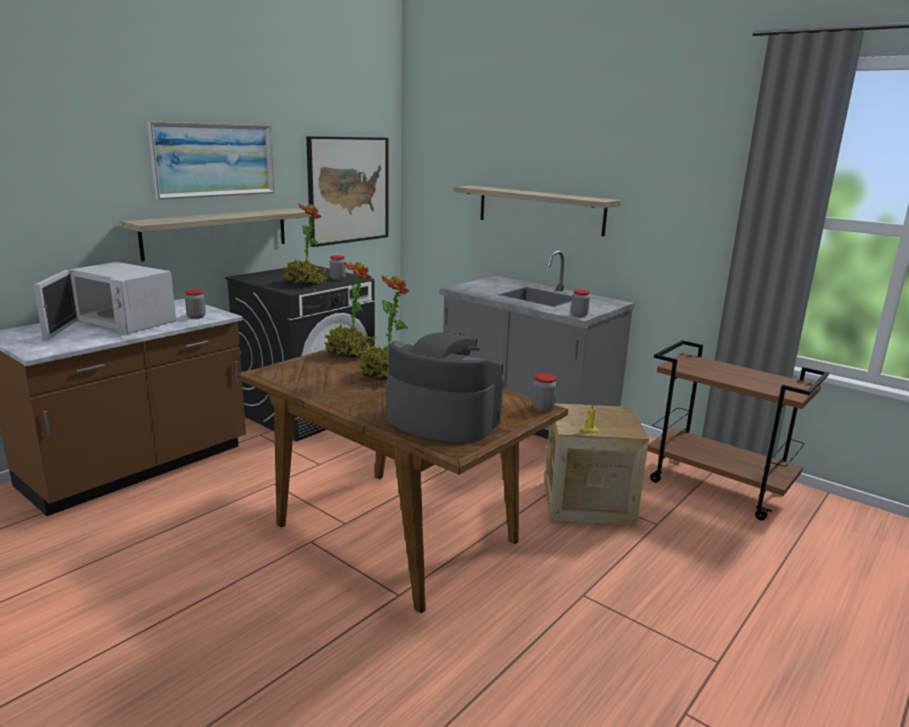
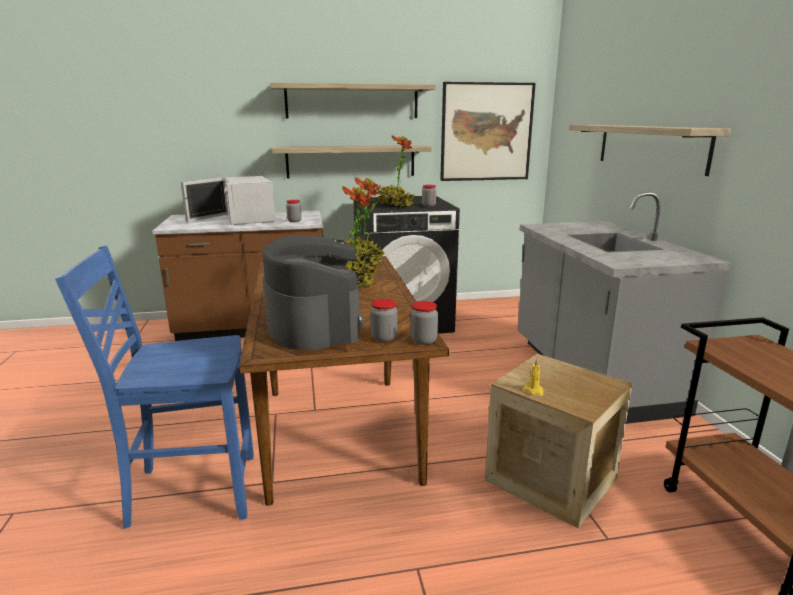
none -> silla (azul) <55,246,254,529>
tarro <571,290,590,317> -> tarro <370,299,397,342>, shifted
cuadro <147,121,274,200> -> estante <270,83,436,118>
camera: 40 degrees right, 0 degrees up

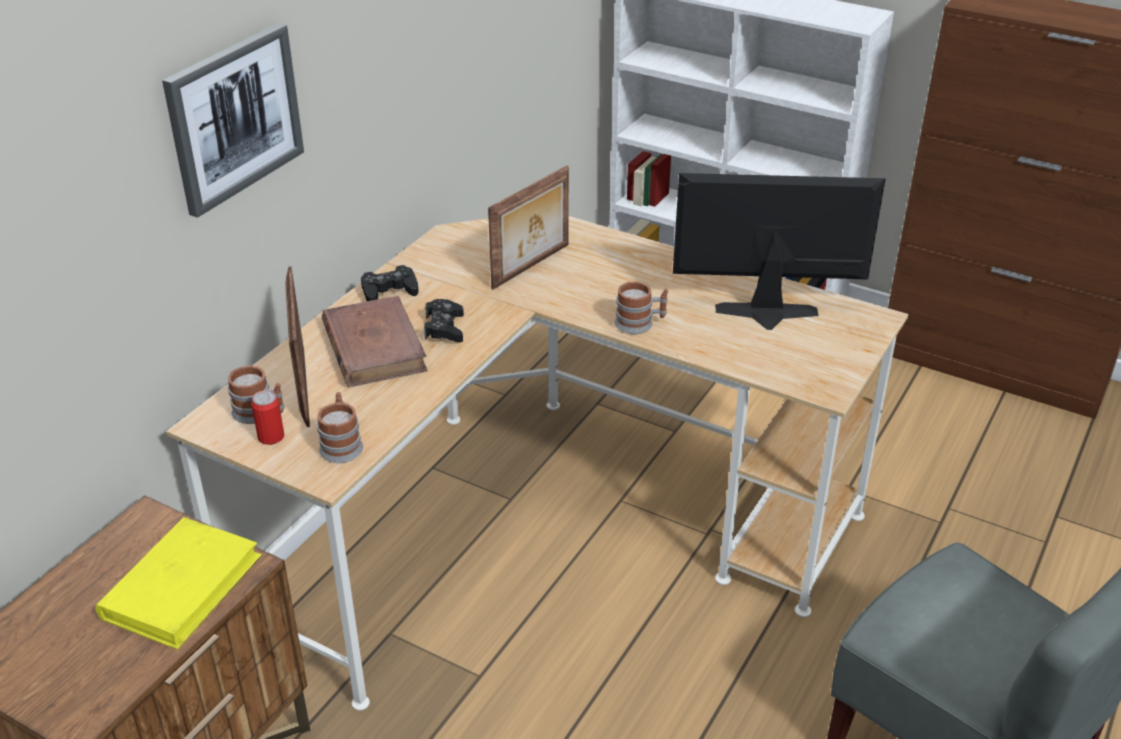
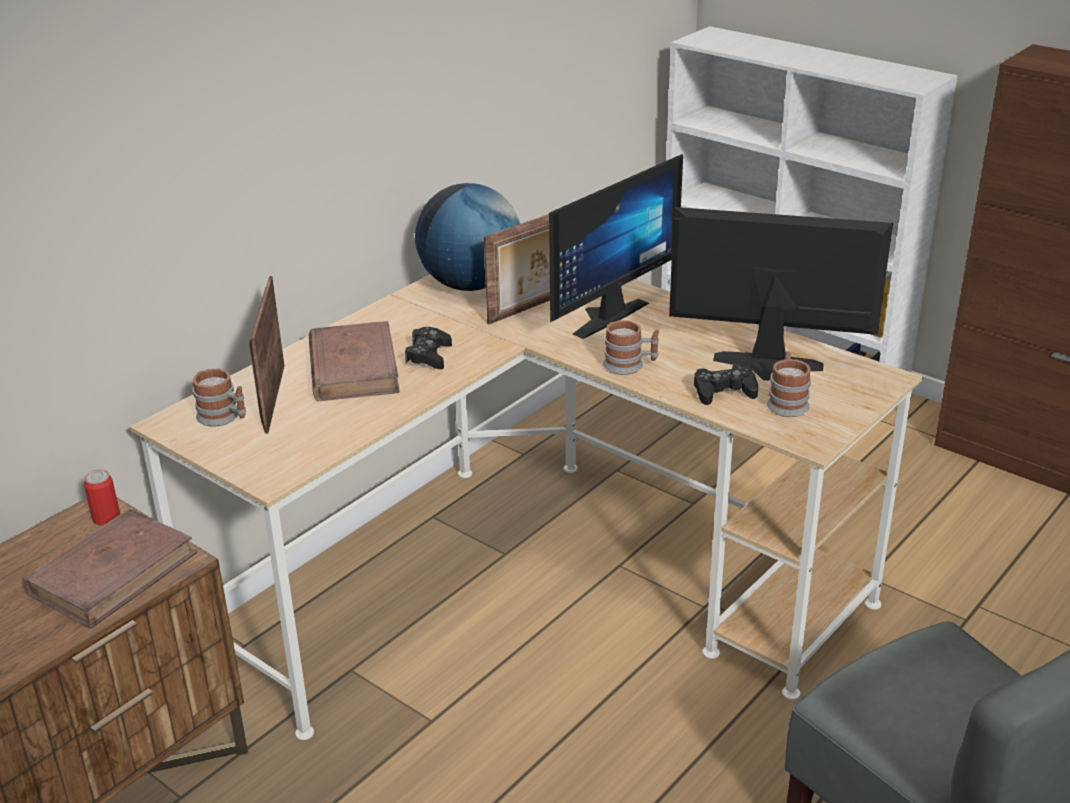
cuadro <162,23,304,218> -> none
none -> globo terráqueo <415,183,520,291>
none -> monitor <549,154,683,339>
lata <251,390,284,445> -> lata <84,469,120,526>, shifted
taza grande <317,392,363,463> -> taza grande <767,351,811,417>, shifted
mando de consola (negro) <361,265,418,301> -> mando de consola (negro) <694,364,758,405>, shifted
libro (amarillo) <95,517,262,650> -> libro (marrón) <22,508,198,629>
camera: 10 degrees right, 5 degrees down

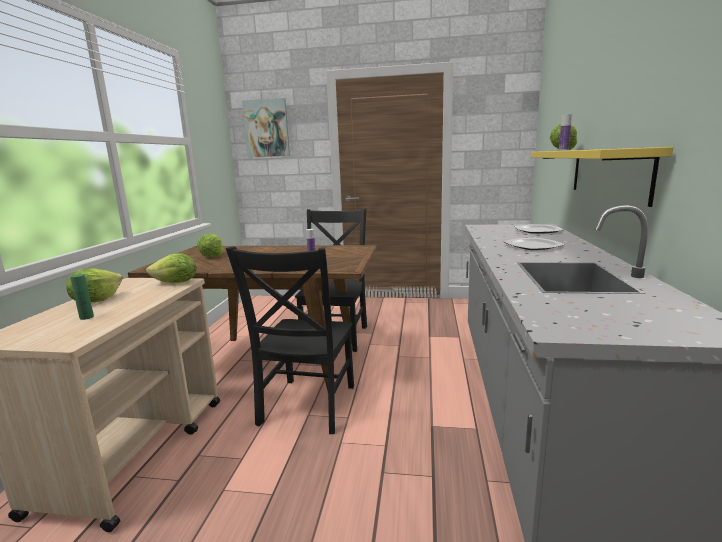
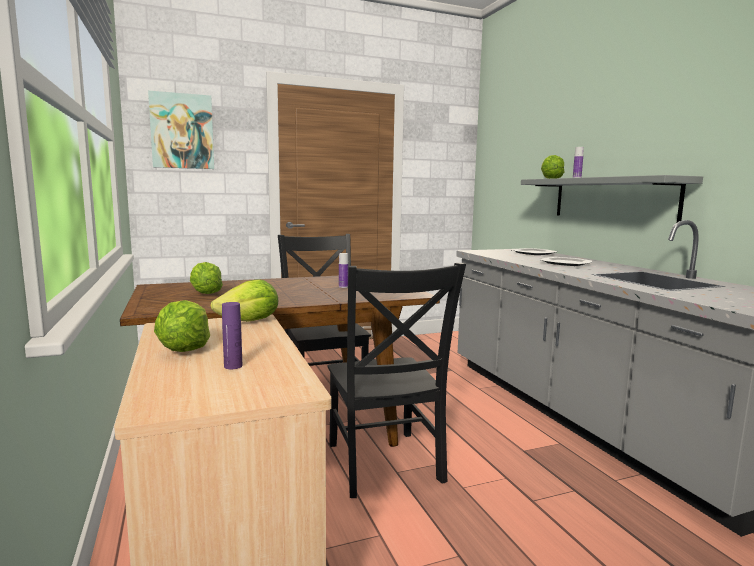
botella (verde) <70,274,94,320> -> botella (morado) <222,302,242,369>
estante (amarillo) <531,147,673,207> -> estante (gris) <521,175,703,222>
camera: 30 degrees left, 5 degrees down

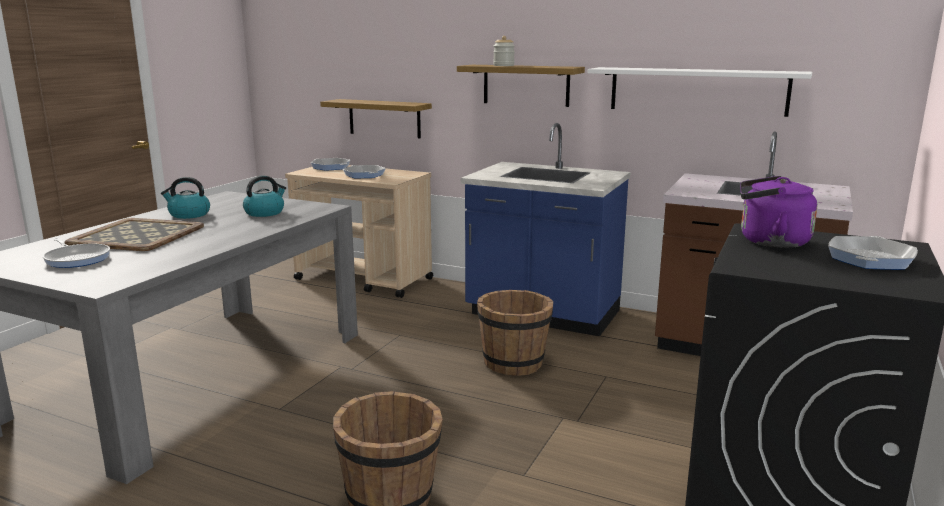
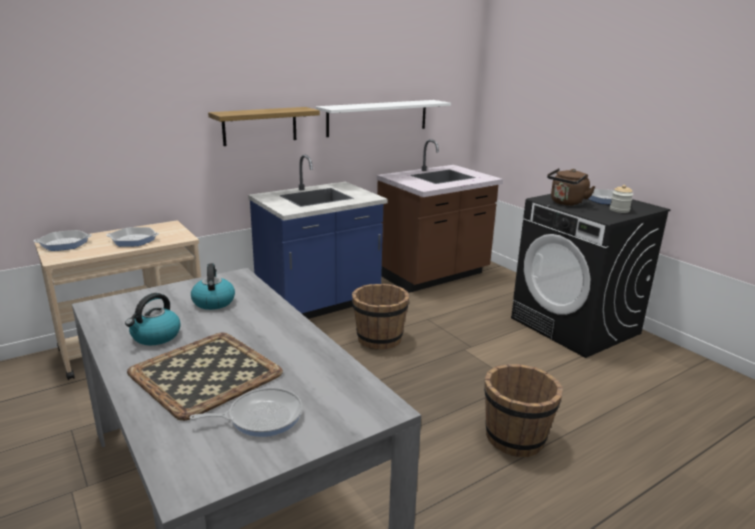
estante <320,99,432,138> -> none
tarro <493,36,515,66> -> tarro <610,185,633,213>, shifted
hervidor (morado) <740,176,817,248> -> hervidor (marrón) <547,168,596,206>
camera: 60 degrees left, 5 degrees up

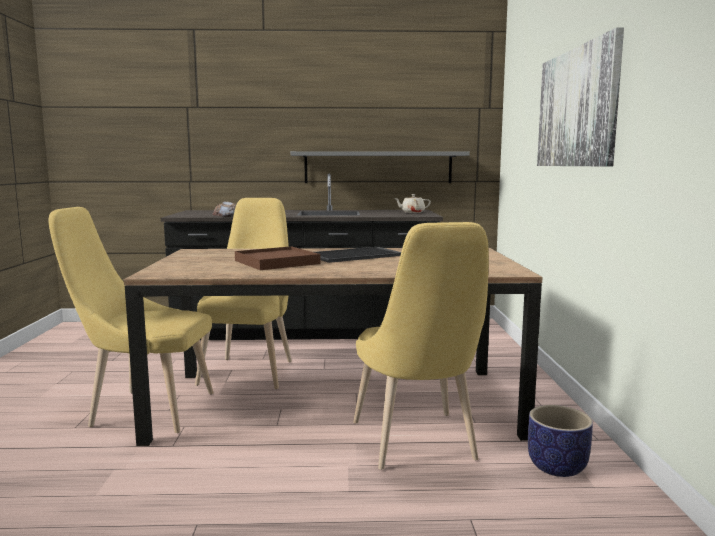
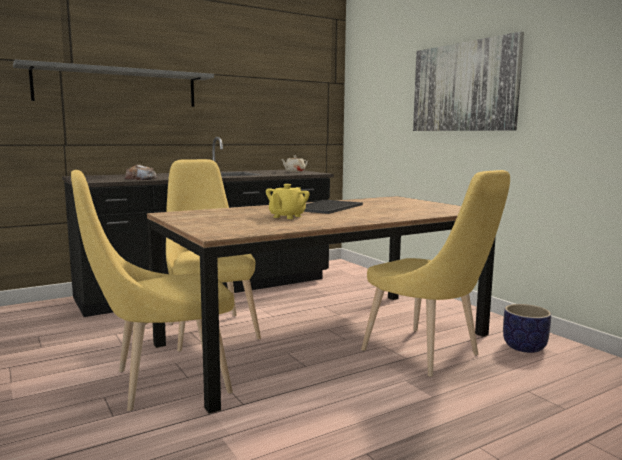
estante (gris) <290,151,470,183> -> estante (gris) <13,59,214,107>, shifted
bandeja (marrón) <235,246,320,270> -> tetera (amarillo) <266,184,310,219>
camera: 30 degrees left, 0 degrees up

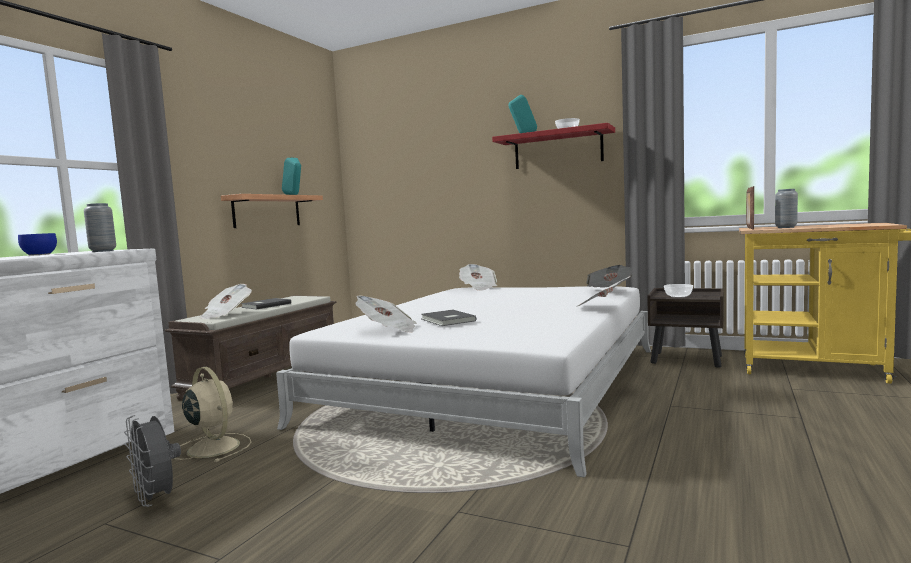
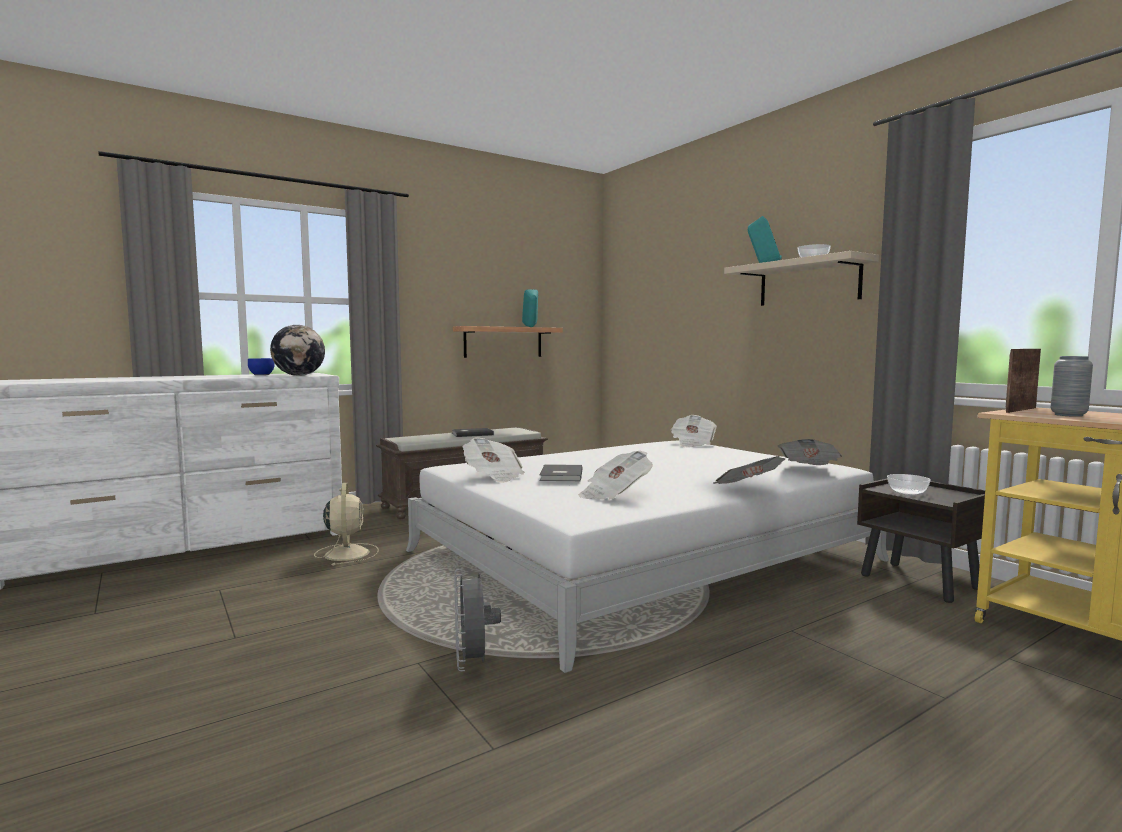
ventilador (gris) <124,415,181,507> -> ventilador (gris) <454,569,501,671>, shifted
periódico <200,284,252,319> -> periódico <579,451,653,500>, shifted
florero (gris) <84,203,116,252> -> globo terráqueo <270,325,325,376>
estante (rojo) <492,123,615,169> -> estante (beis) <724,251,879,306>
camera: 30 degrees right, 0 degrees up

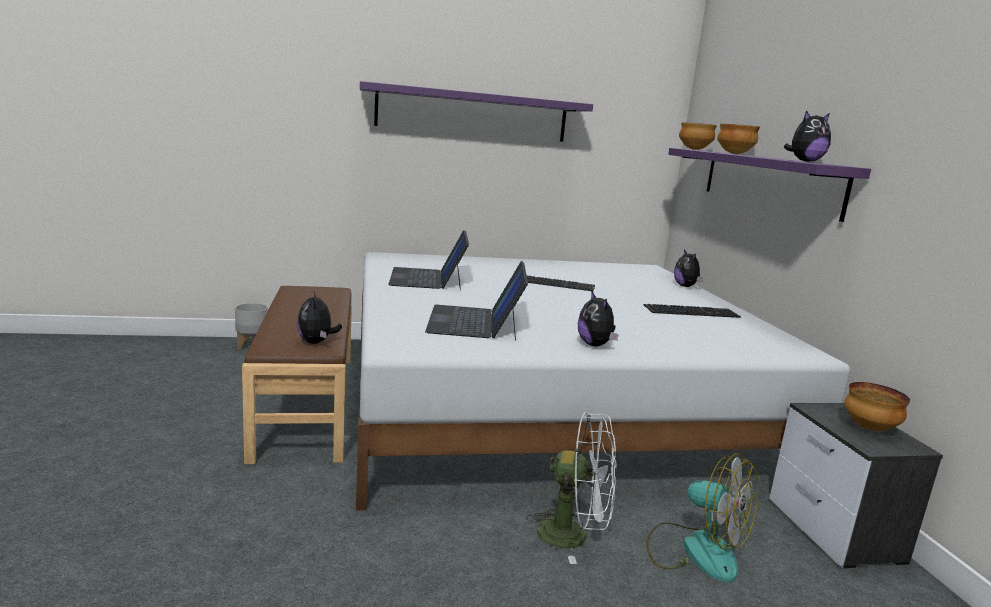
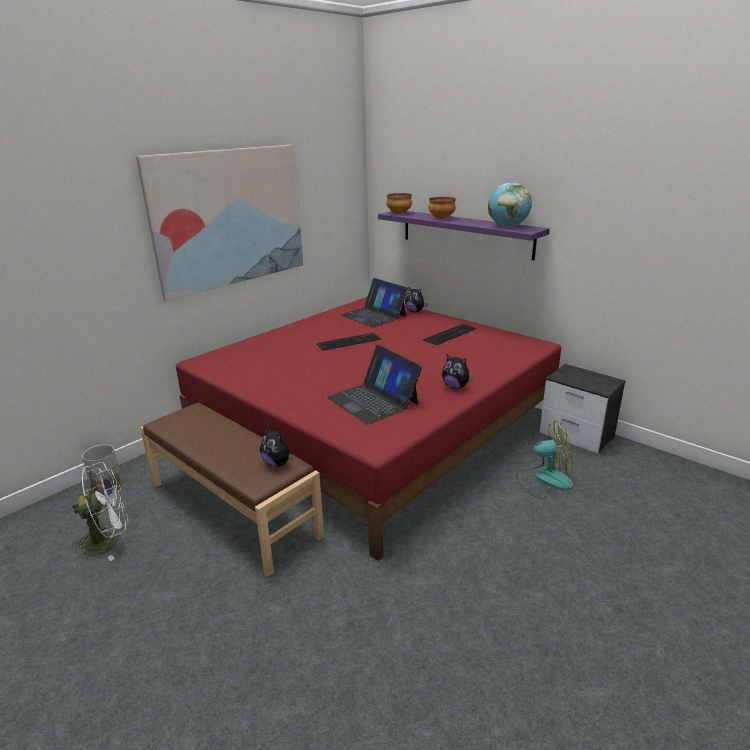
cuenco <844,382,910,431> -> none
portátil <388,230,469,290> -> portátil <341,278,408,327>, shifted
ventilador (blanco) <526,412,617,564> -> ventilador (blanco) <72,462,128,561>, shifted
estante (morado) <360,81,593,142> -> cuadro <136,145,303,302>
peluche <784,111,831,162> -> globo terráqueo <488,183,532,227>
cama (blanco) <356,252,851,511> -> cama (rojo) <176,297,561,561>
camera: 35 degrees left, 10 degrees up

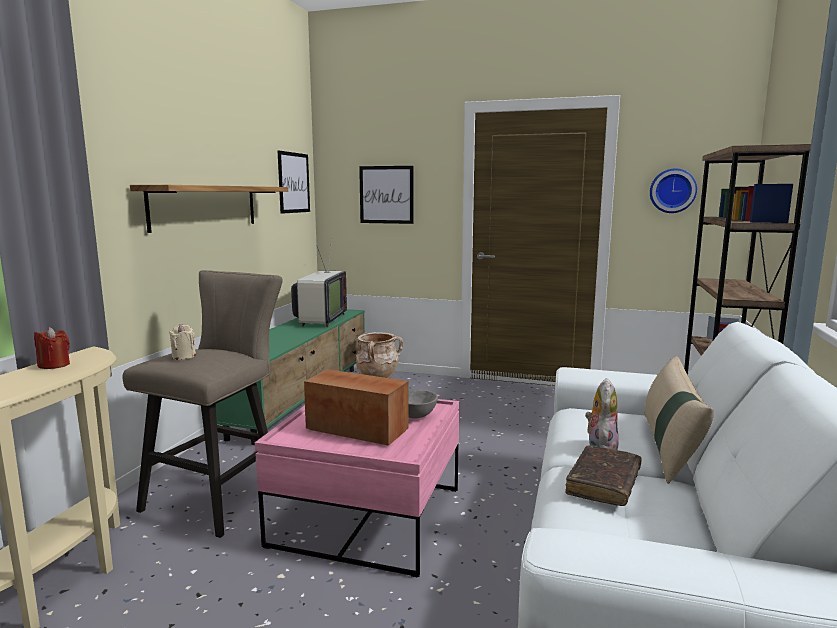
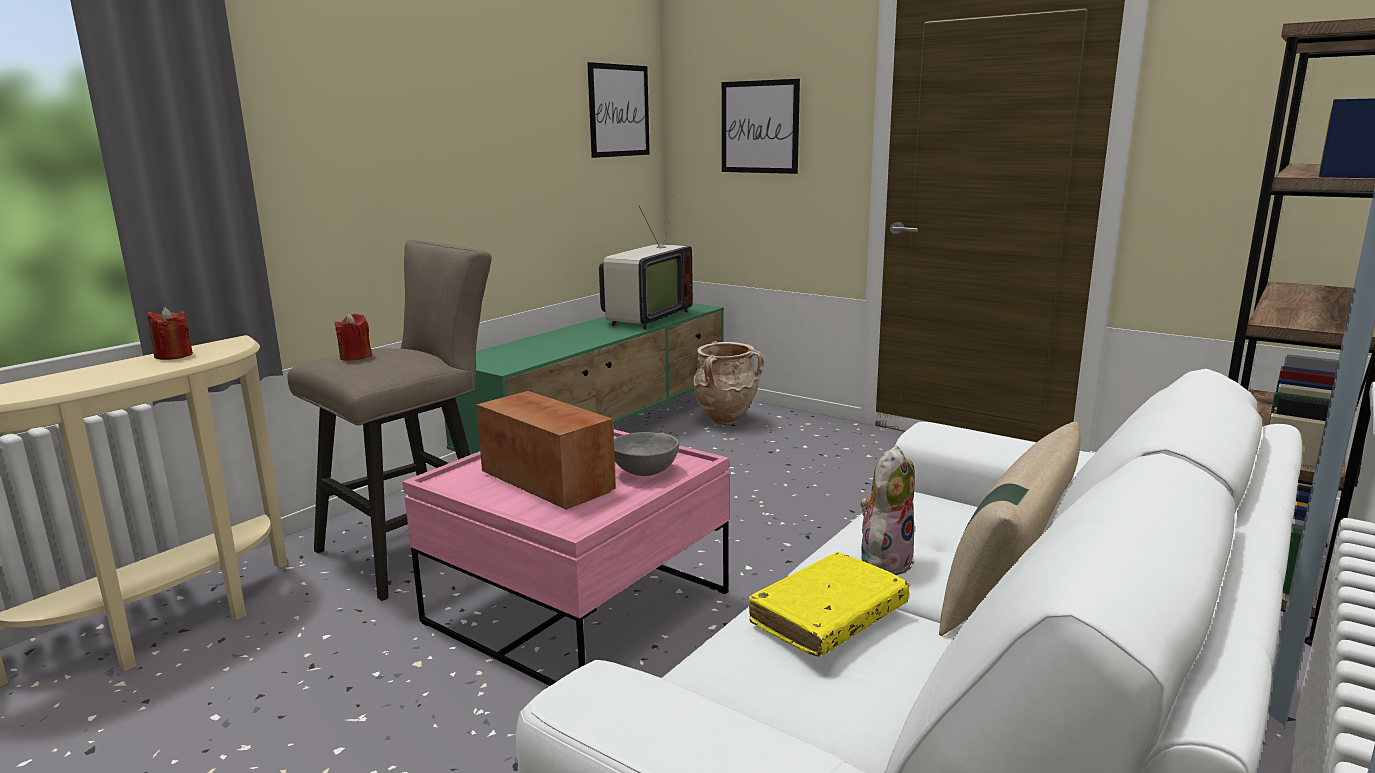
estante <130,185,288,233> -> none
reloj de pared <650,169,697,213> -> none
vela (beis) <169,324,196,360> -> vela (rojo) <334,313,372,361>
libro (marrón) <566,445,642,506> -> libro (amarillo) <748,552,910,656>
camera: 20 degrees right, 5 degrees up

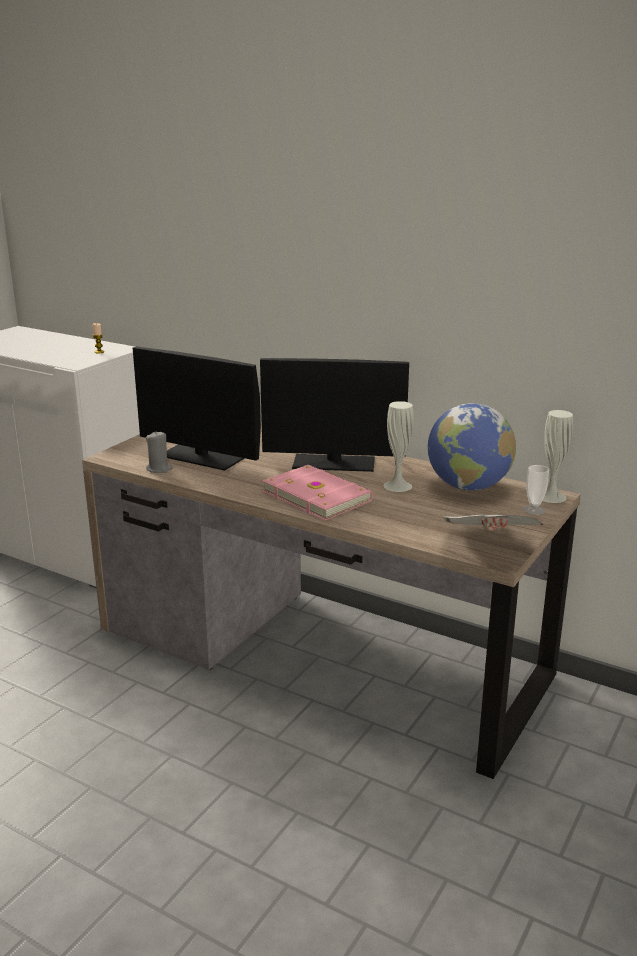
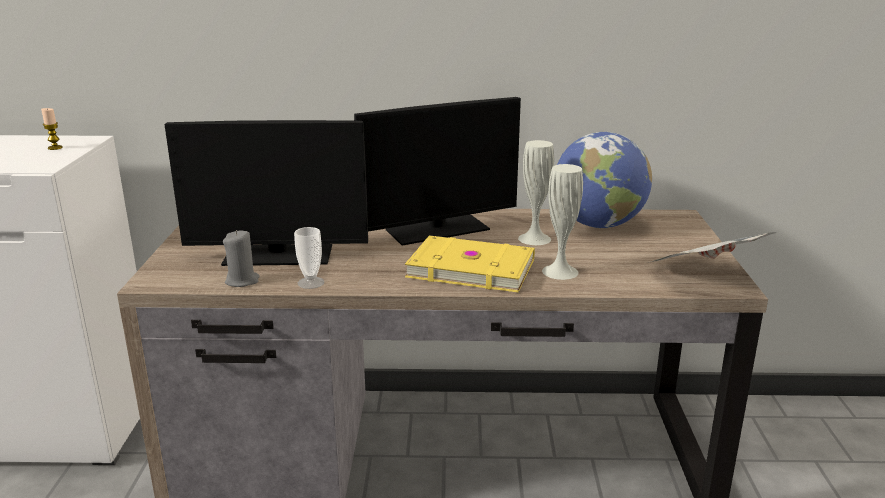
taza <523,465,549,515> -> taza <294,227,324,289>, shifted
florero (blanco) <543,410,573,503> -> florero (blanco) <542,164,583,280>, shifted
libro (rosa) <263,465,373,520> -> libro (amarillo) <405,235,535,292>
camera: 30 degrees left, 0 degrees up

